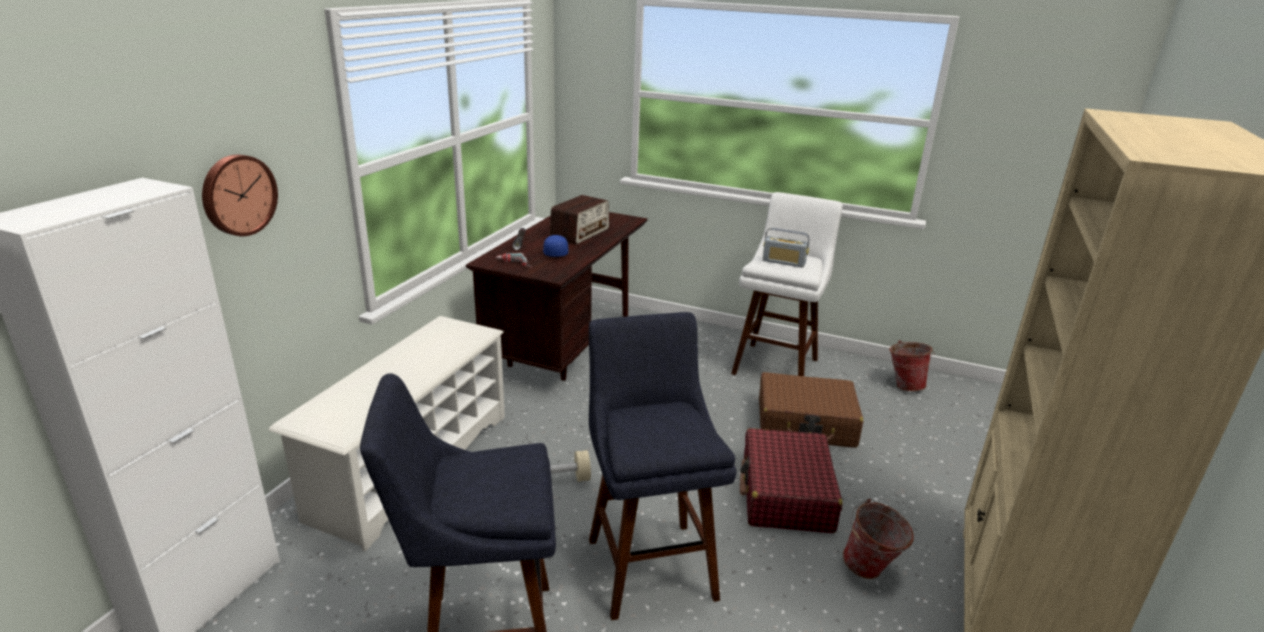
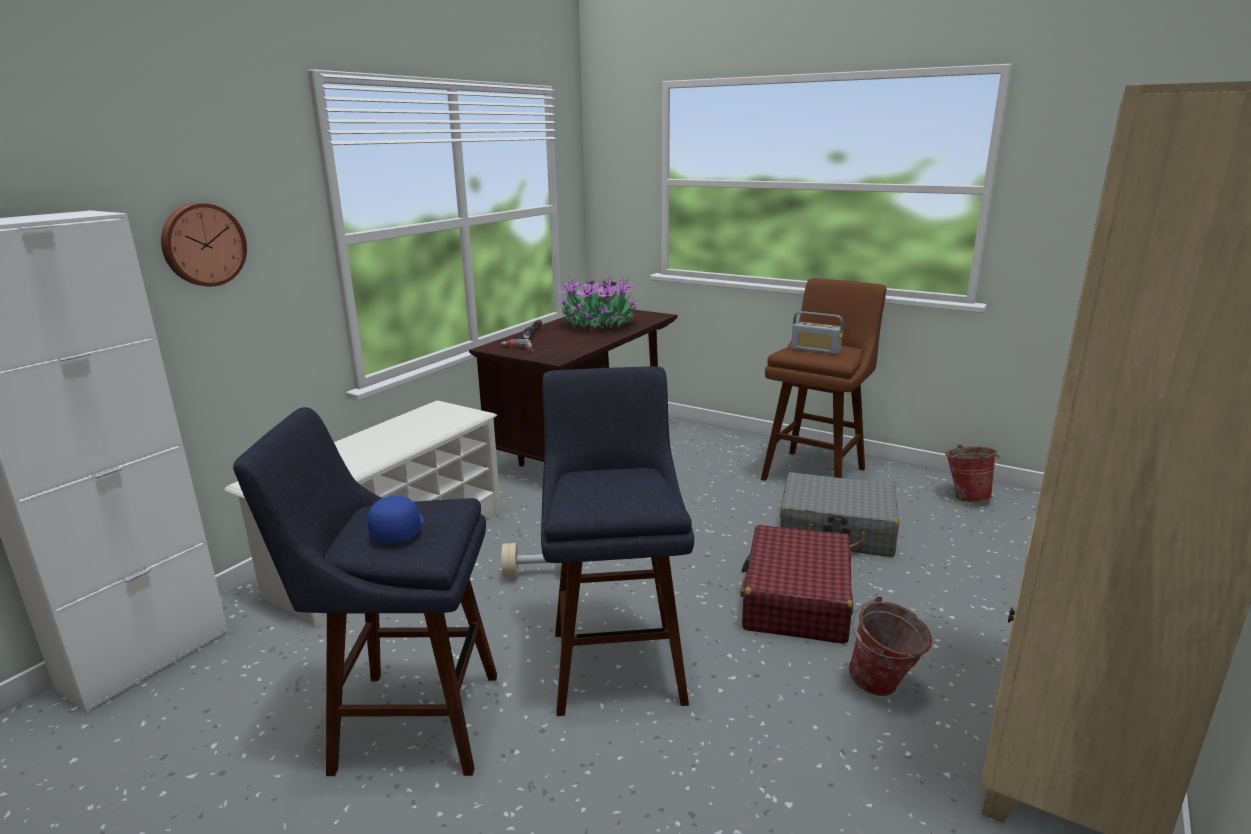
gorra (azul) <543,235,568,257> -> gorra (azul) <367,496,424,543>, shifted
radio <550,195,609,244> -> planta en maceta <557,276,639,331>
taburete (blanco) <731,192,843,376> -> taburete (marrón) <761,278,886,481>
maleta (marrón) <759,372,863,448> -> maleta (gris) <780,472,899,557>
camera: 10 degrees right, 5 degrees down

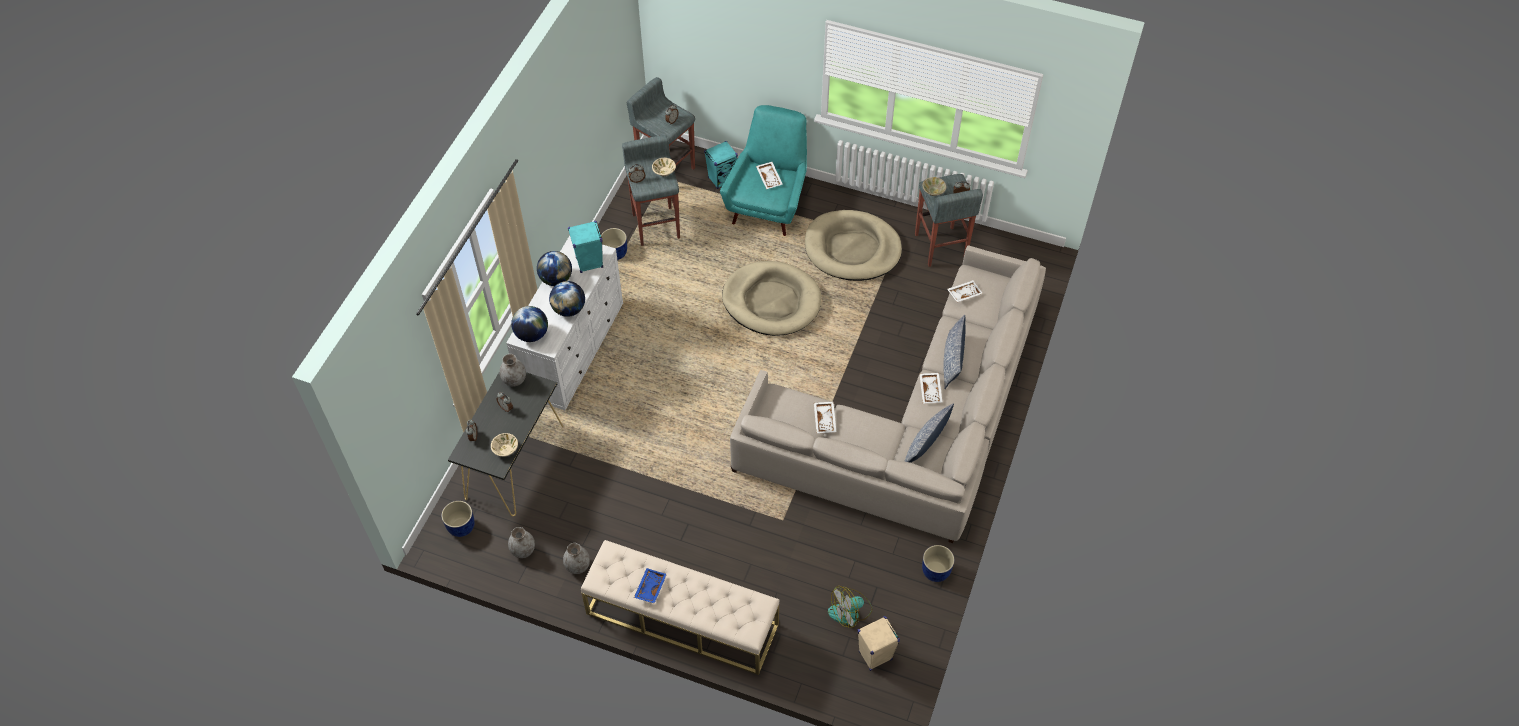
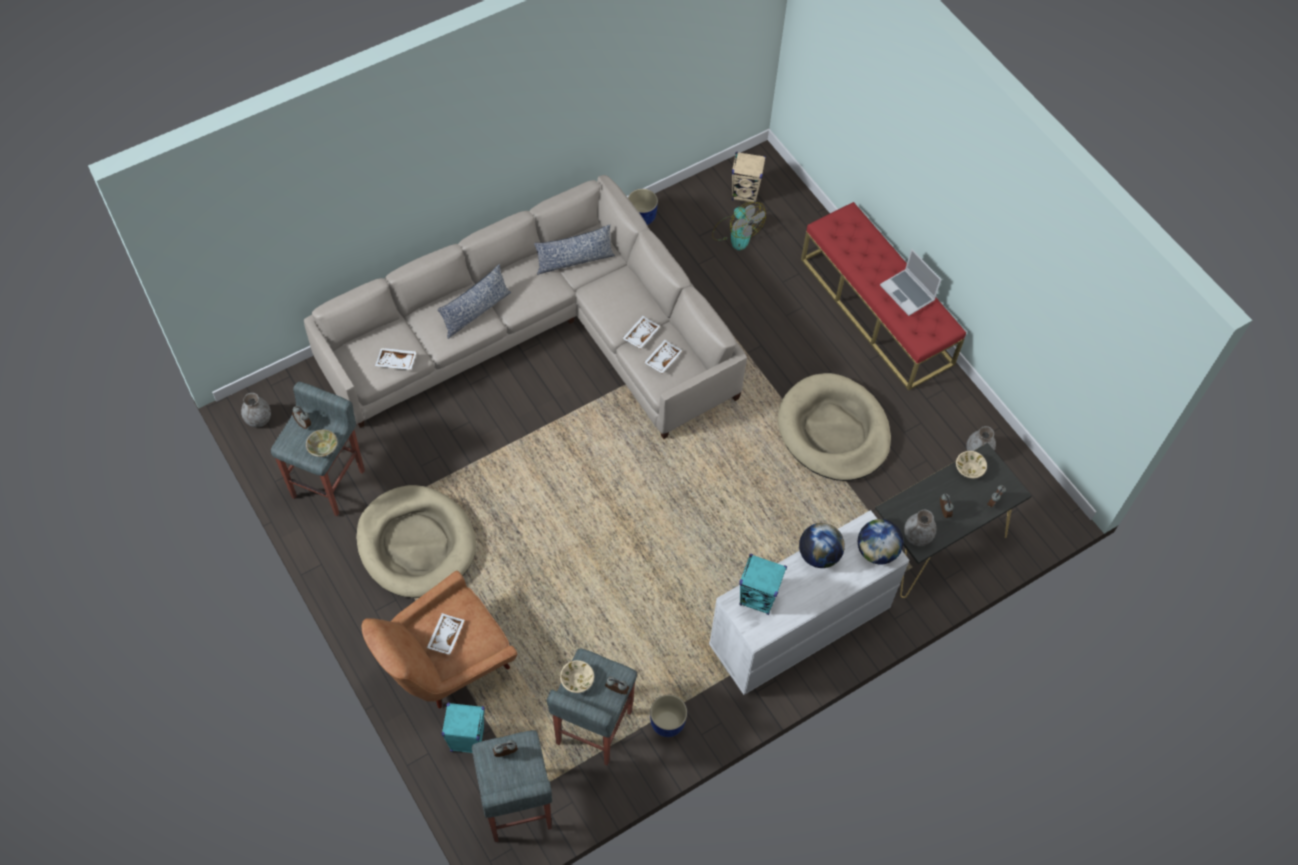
maceta (azul) <441,501,474,537> -> none
globo terráqueo <537,251,572,286> -> none
florero (gris) <563,543,590,574> -> florero (gris) <241,393,271,427>, shifted
cama para perro (beis) <722,261,821,336> -> cama para perro (beis) <778,373,891,481>, shifted
bandeja (blanco) <920,373,942,403> -> bandeja (blanco) <644,340,683,373>, shifted
bandeja (azul) <634,568,667,603> -> portátil <880,249,941,316>
banco (beis) <581,540,779,675> -> banco (rojo) <801,202,966,391>
sillón (turquesa) <720,105,807,236> -> sillón (marrón) <362,571,518,708>
ventilador <828,586,872,628> -> ventilador <712,202,766,251>, 45 degrees clockwise
camera: 145 degrees left, 5 degrees up

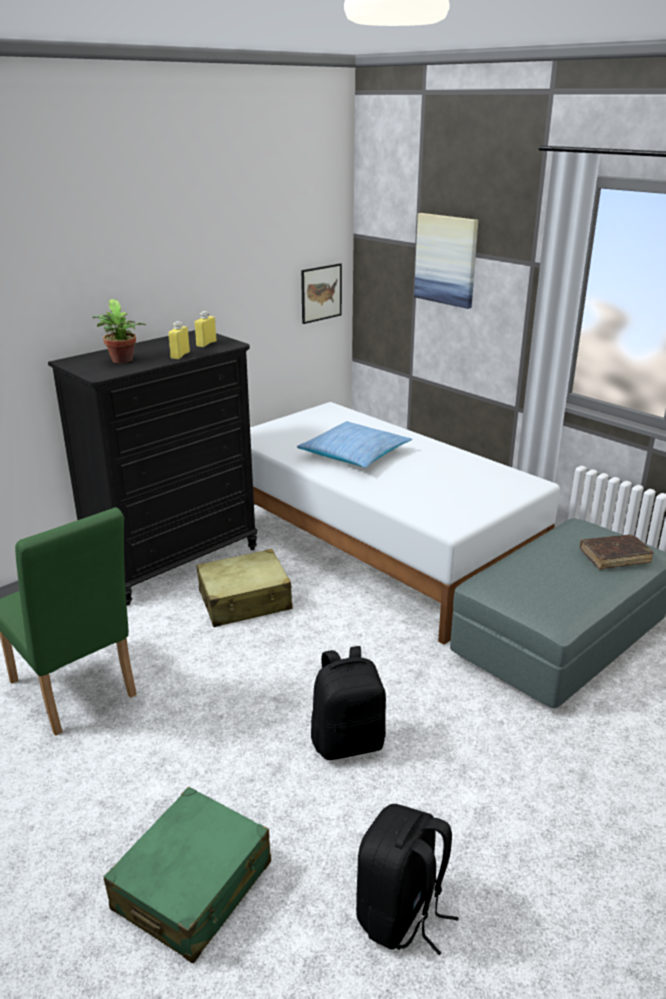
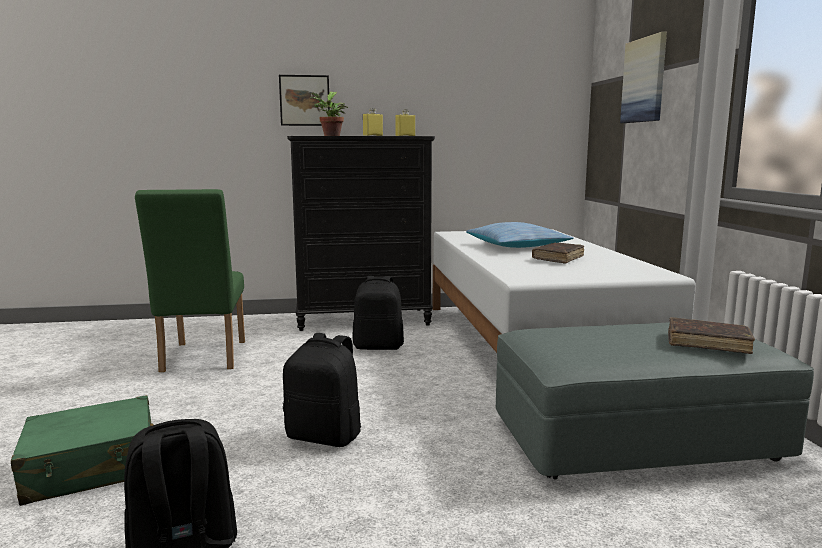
none -> libro (marrón) <532,243,585,263>
cuadro <301,263,342,324> -> cuadro <279,75,330,126>, shifted
maleta (beis) <196,549,293,627> -> mochila (negro) <353,276,404,350>
camera: 35 degrees right, 15 degrees down

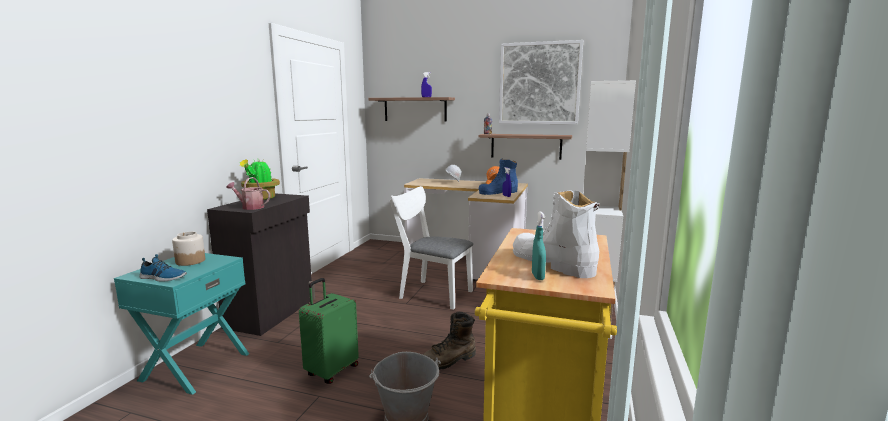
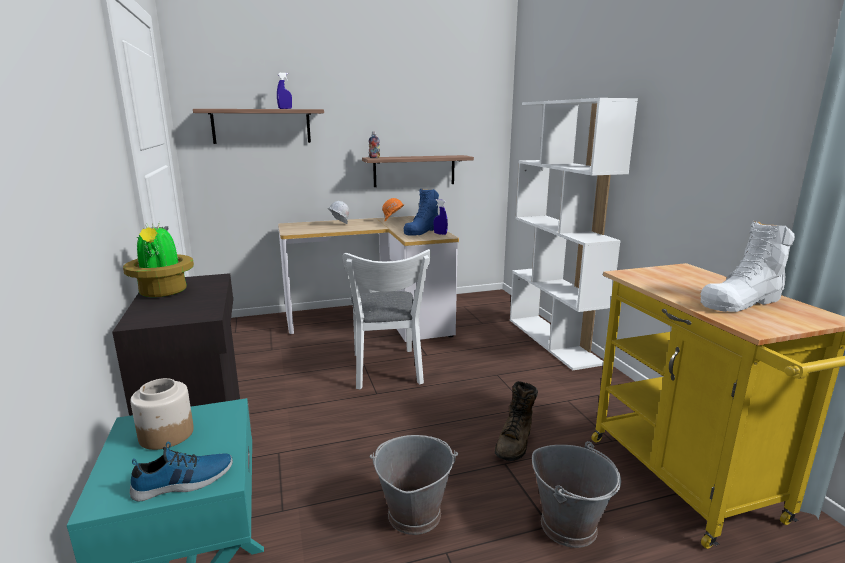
regadera <226,177,270,210> -> none
cuadro <499,40,583,124> -> none
pulverizador (turquesa) <532,211,546,280> -> none
maleta (verde) <299,278,359,384> -> cubo (gris) <369,435,458,535>
silla (blanco) <390,186,473,310> -> silla (blanco) <343,249,431,389>, 90 degrees counterclockwise
bota (blanco) <513,190,600,278> -> bota (blanco) <701,221,795,312>, 45 degrees counterclockwise
camera: 35 degrees left, 5 degrees up

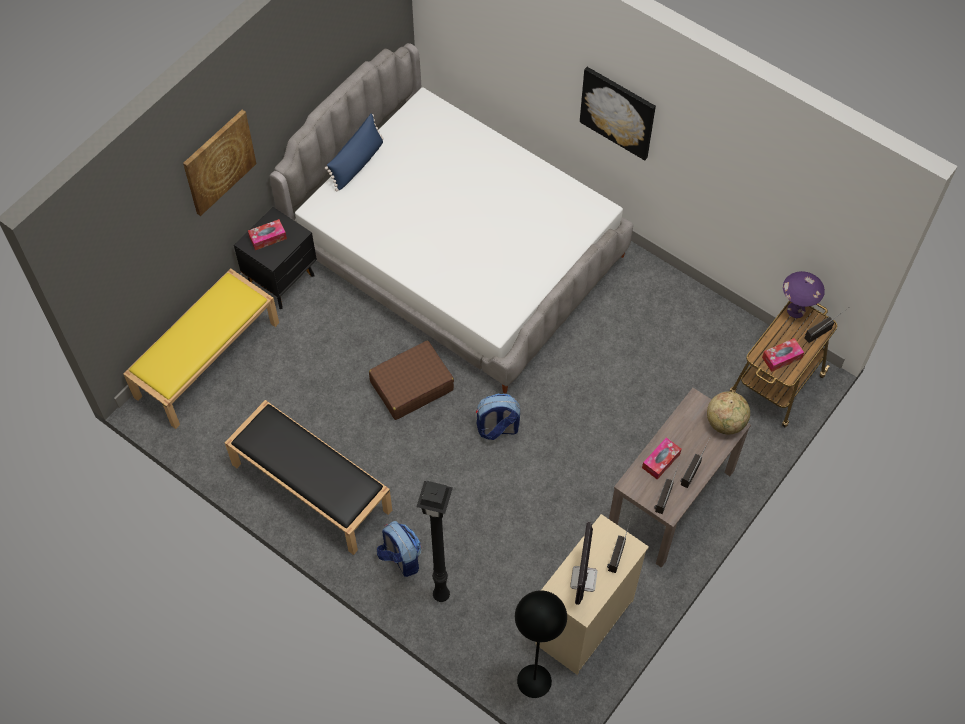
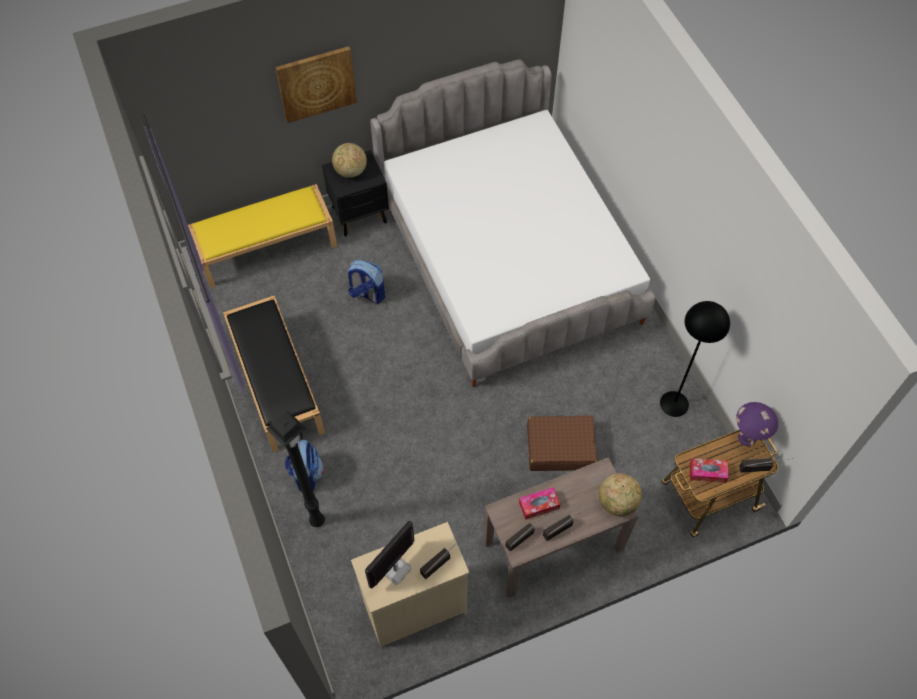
cojín (azul) <325,114,384,192> -> none
cuadro <580,67,656,160> -> none
maleta (marrón) <369,340,454,420> -> maleta (marrón) <527,415,597,471>, shifted
mochila <476,394,520,440> -> mochila <347,260,385,304>, shifted
lámpara de pie (negro) <515,590,567,698> -> lámpara de pie (negro) <660,301,730,417>, shifted
caja de pañuelos <248,219,287,250> -> globo terráqueo <332,143,367,178>
camera: 30 degrees right, 0 degrees up

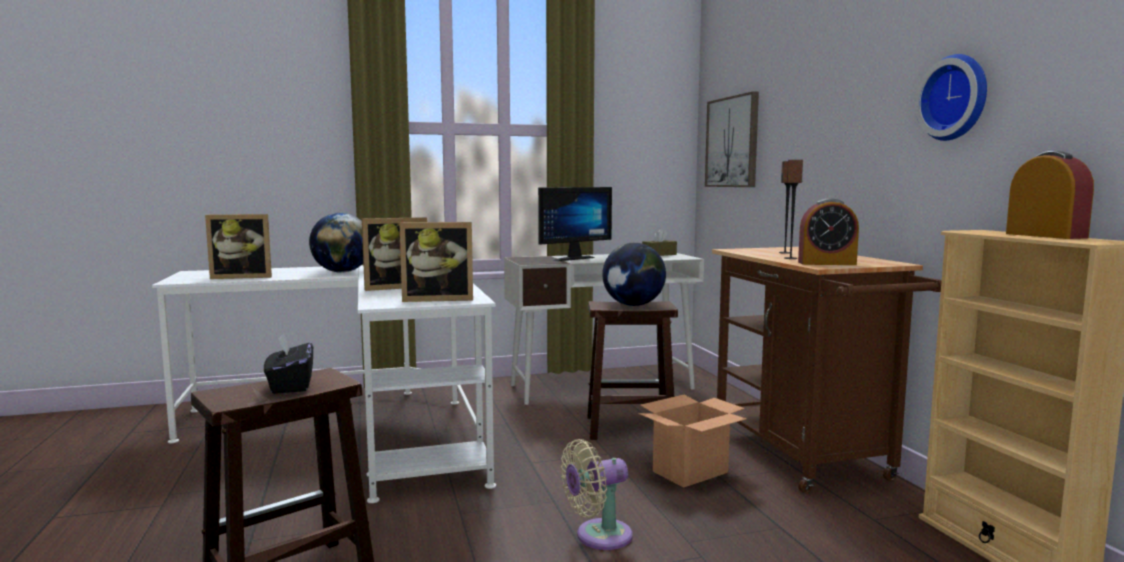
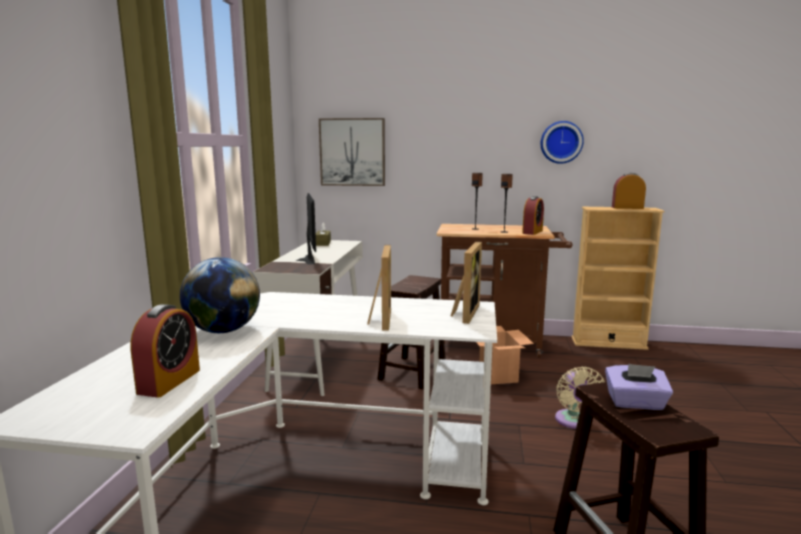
globo terráqueo <602,243,666,306> -> none
portarretratos <205,214,272,279> -> despertador <130,304,200,398>
caja de pañuelos (negro) <264,333,313,394> -> caja de pañuelos (morado) <605,364,673,410>
camera: 65 degrees left, 5 degrees up

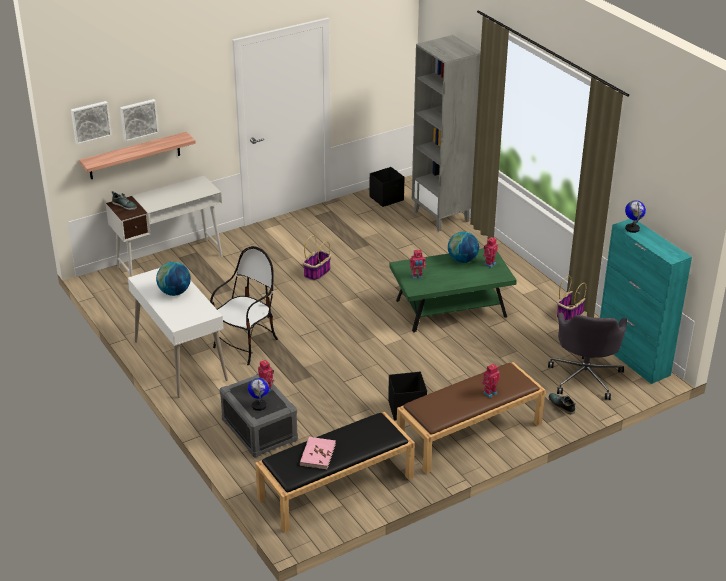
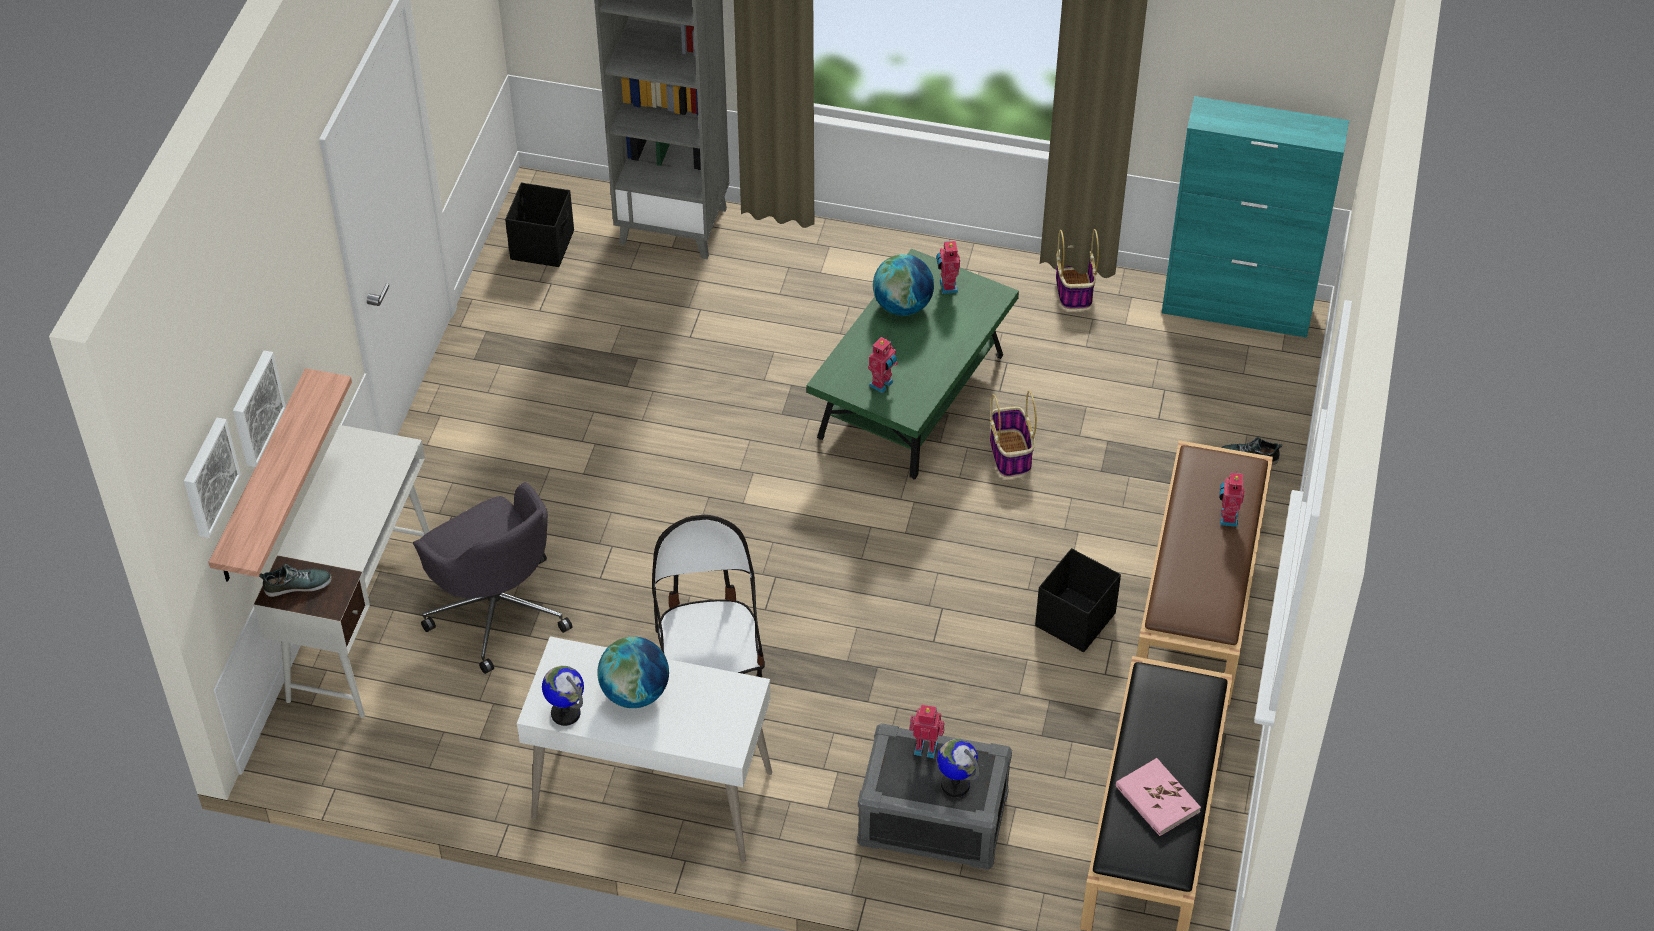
cesta <303,236,331,281> -> cesta <990,391,1037,477>, shifted
silla de oficina (gris) <548,313,627,400> -> silla de oficina (gris) <413,482,572,674>, shifted
globo terráqueo <625,200,646,233> -> globo terráqueo <542,666,584,726>, shifted
camera: 45 degrees left, 15 degrees up

